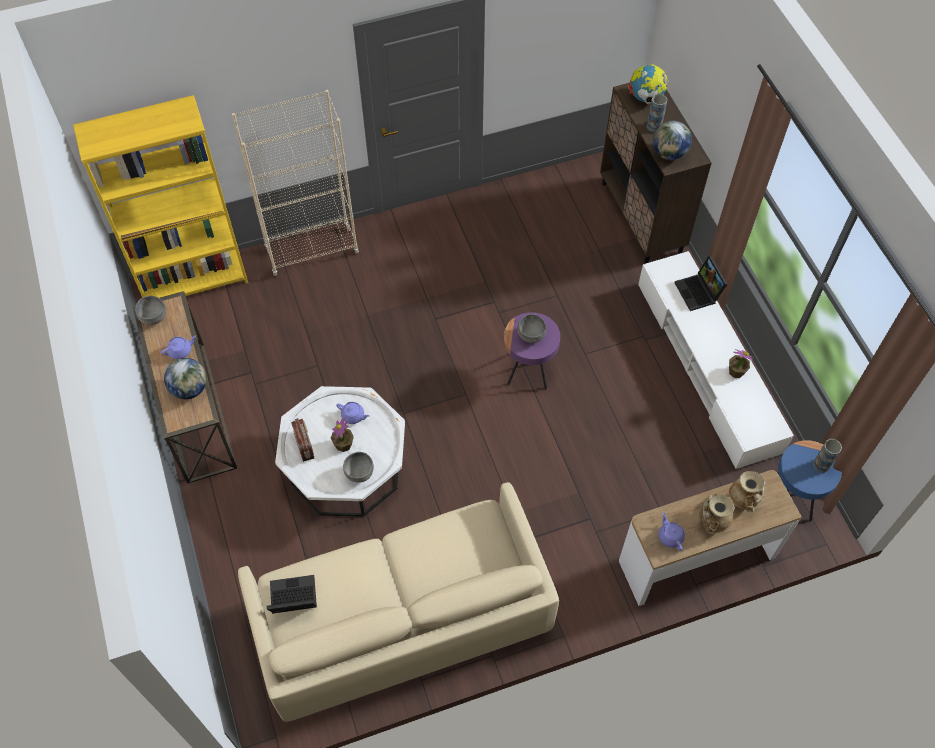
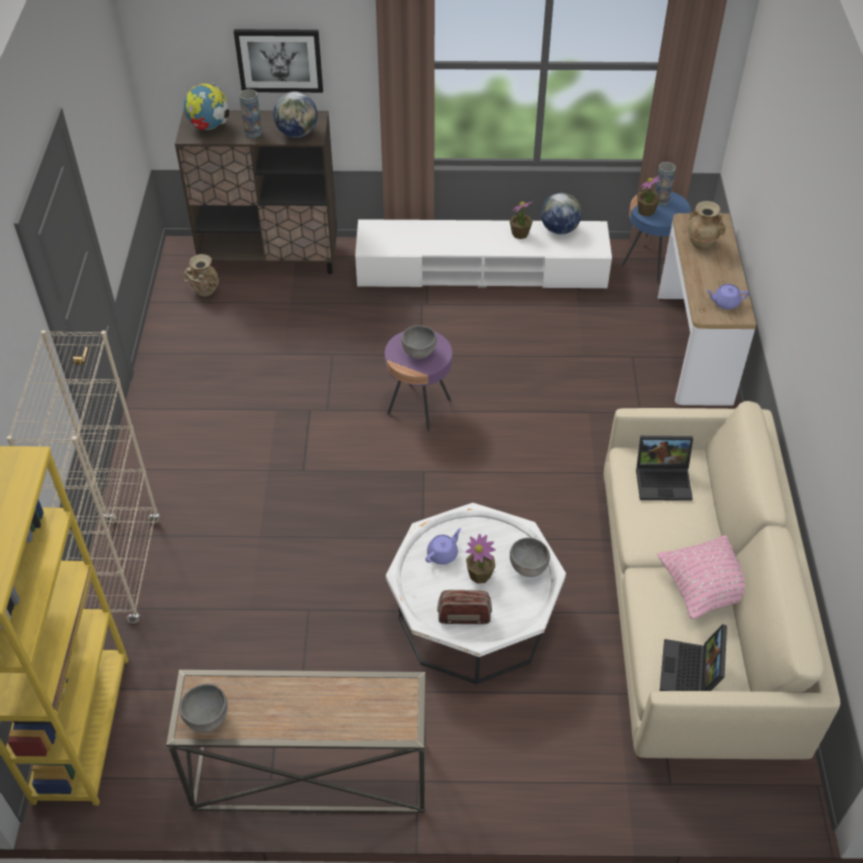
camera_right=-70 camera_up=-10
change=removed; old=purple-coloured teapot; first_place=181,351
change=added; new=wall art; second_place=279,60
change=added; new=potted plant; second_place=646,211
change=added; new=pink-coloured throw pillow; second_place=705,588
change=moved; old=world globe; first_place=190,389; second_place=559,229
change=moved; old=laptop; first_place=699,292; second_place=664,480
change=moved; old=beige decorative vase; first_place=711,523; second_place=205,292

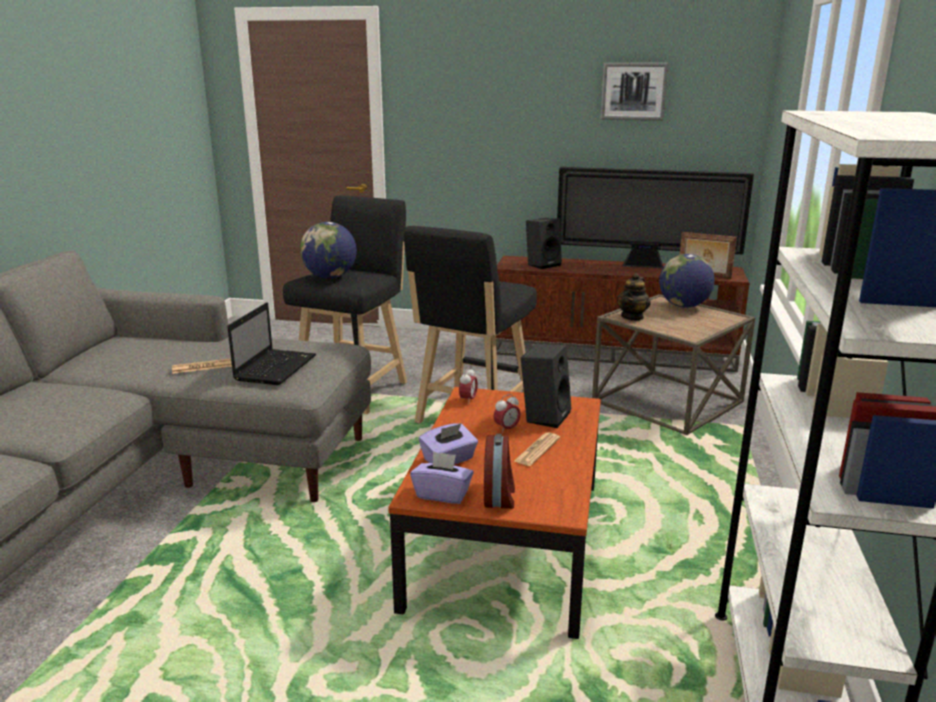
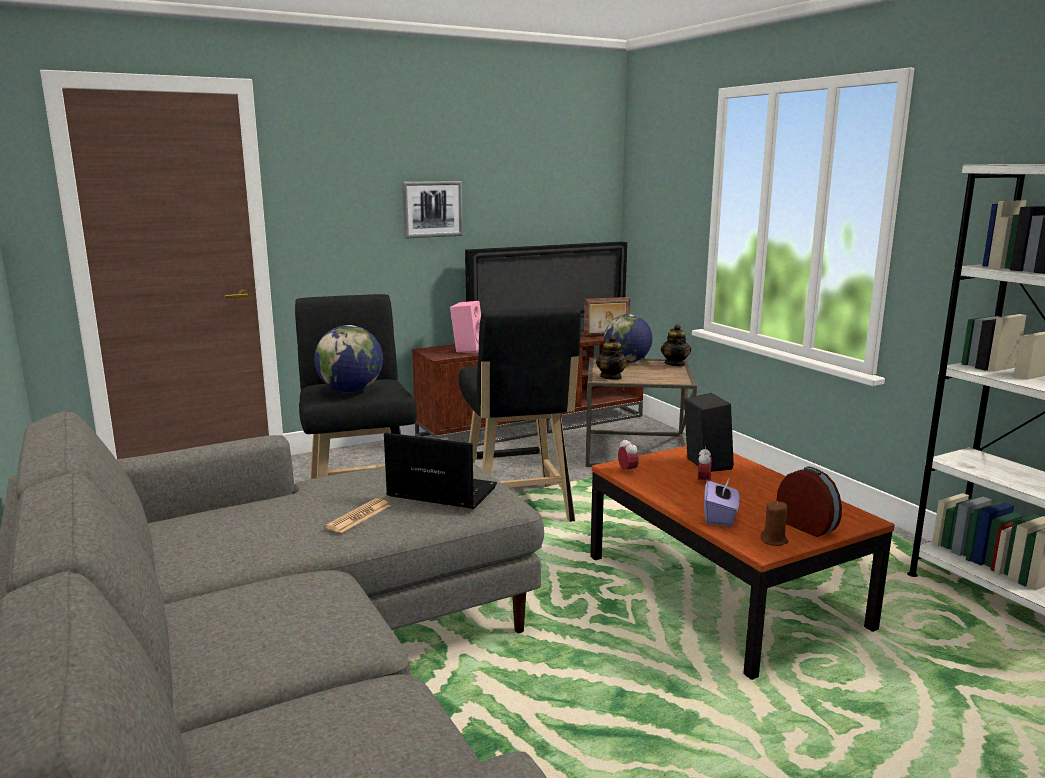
camera_right=-40 camera_up=-5
change=removed; old=printed paper; first_place=537,450
change=added; new=teapot; second_place=675,364
change=moved; old=wall art; first_place=633,91; second_place=432,209
change=replaced; old=purple-coloured tissue box; new=brown candle; first_place=442,494; second_place=774,541
change=recoloured; old=blackish audio speaker; new=pink-coloured audio speaker; first_place=543,264; second_place=467,350
change=turned; old=laptop; first_place=276,367; second_place=439,492; degrees=-45

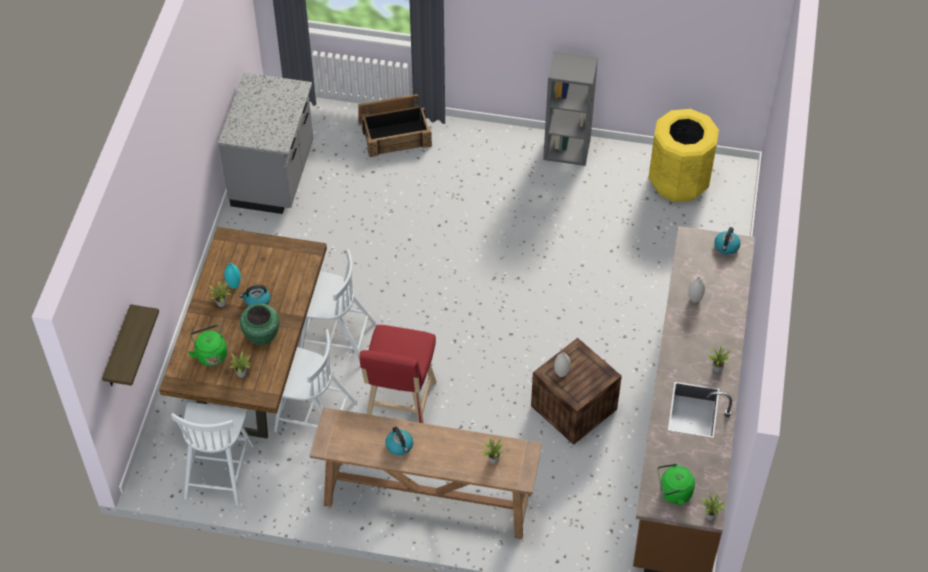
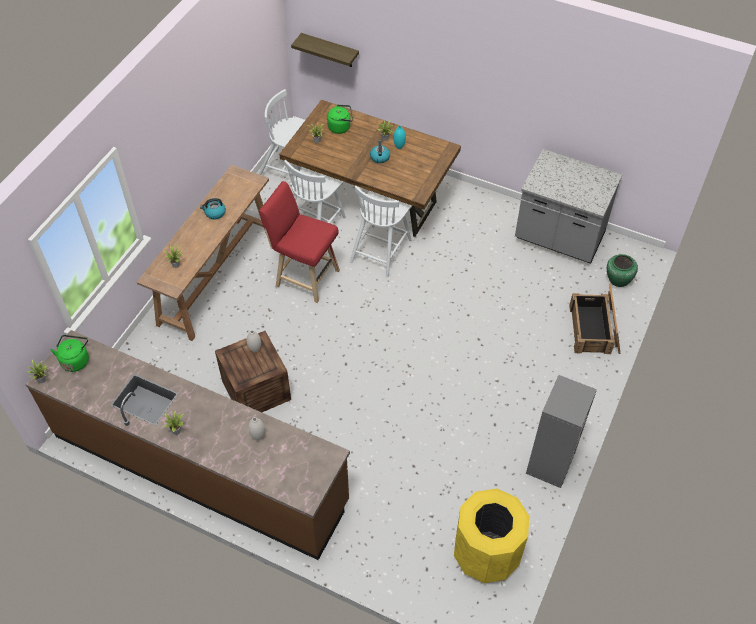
camera_right=105 camera_up=0
change=removed; old=water kettle; first_place=726,247
change=moved; old=green-coloured decorative vase; first_place=261,337; second_place=617,280

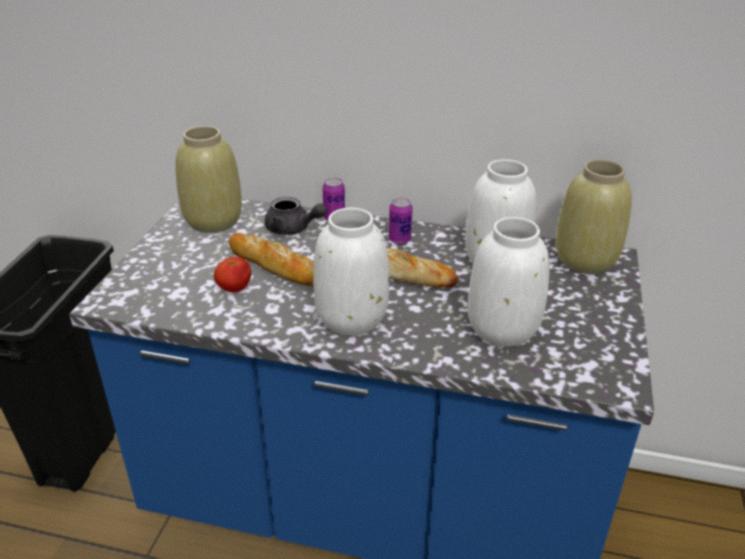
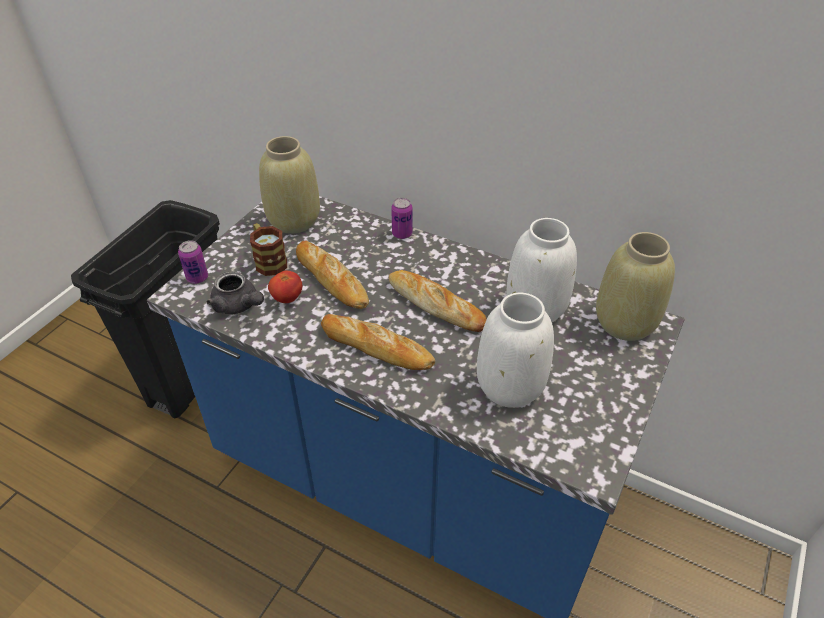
camera_right=15 camera_up=10
change=added; new=tea mug; second_place=268,261
change=moved; old=greyish teapot; first_place=293,229; second_place=238,306
change=moved; old=metal can; first_place=399,239; second_place=197,278
change=replaced; old=whitish decorative vase; new=bakery bread; first_place=351,317; second_place=376,347

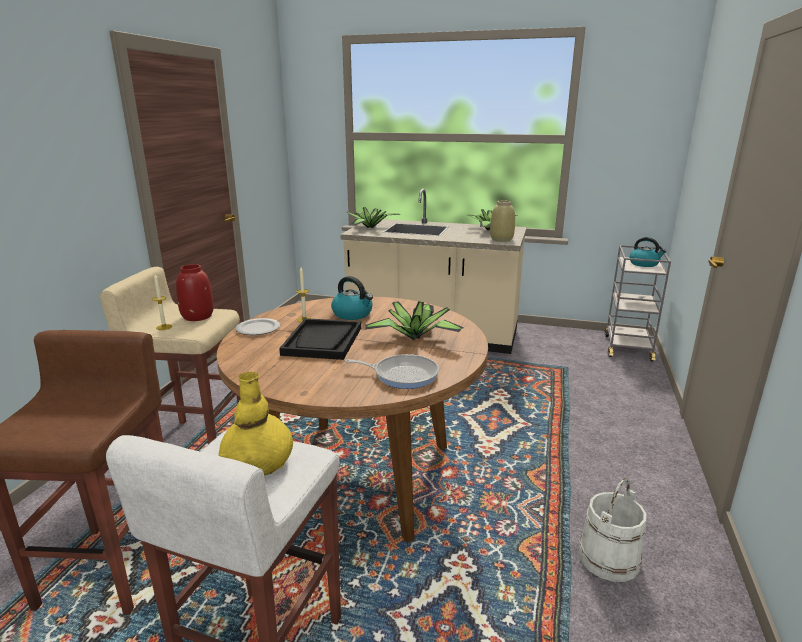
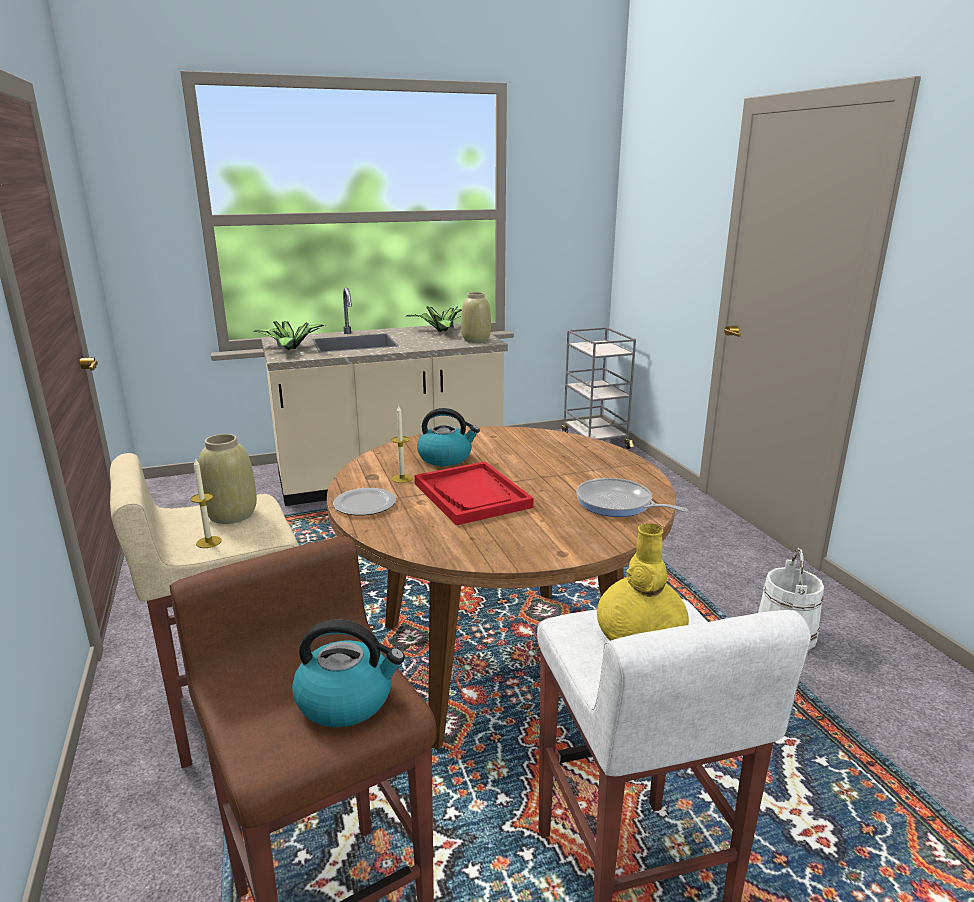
camera_right=-35 camera_up=0
change=removed; old=potted plant; first_place=415,337
change=moved; old=water kettle; first_place=644,264; second_place=347,700
change=recoloured; old=red decorative vase; new=beige decorative vase; first_place=198,316; second_place=232,514
change=recoloured; old=blackish carrying tray; new=red carrying tray; first_place=323,341; second_place=472,495
change=turned; old=frying pan; first_place=402,375; second_place=617,504; degrees=-120

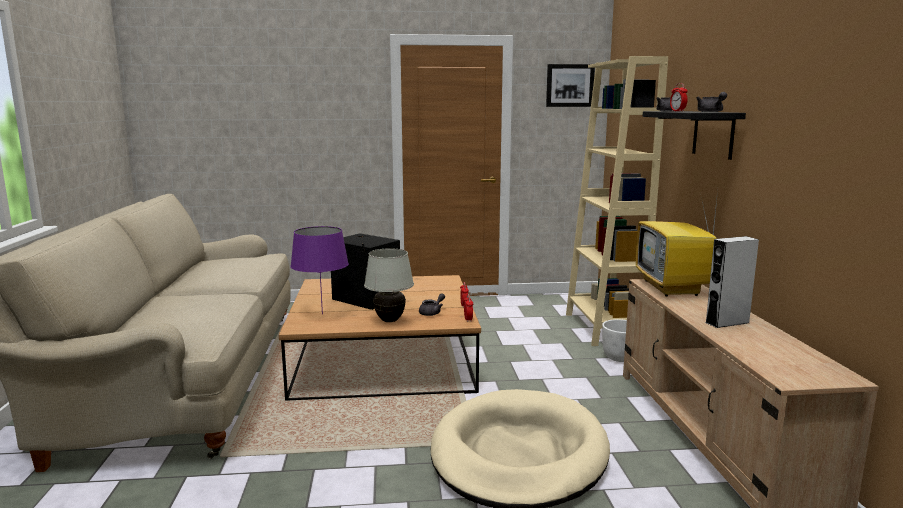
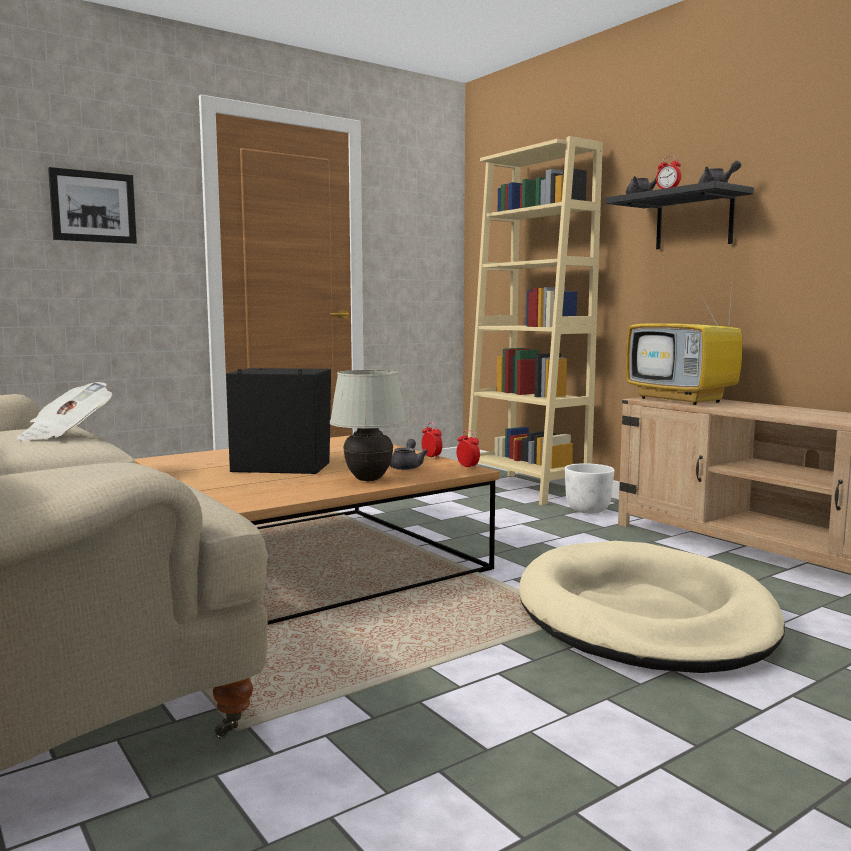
camera_right=-30 camera_up=-5
change=removed; old=purple-coloured lamp for a table; first_place=322,314
change=removed; old=greyish audio speaker; first_place=727,322
change=added; new=printed paper; second_place=66,435
change=moved; old=wall art; first_place=569,85; second_place=93,207

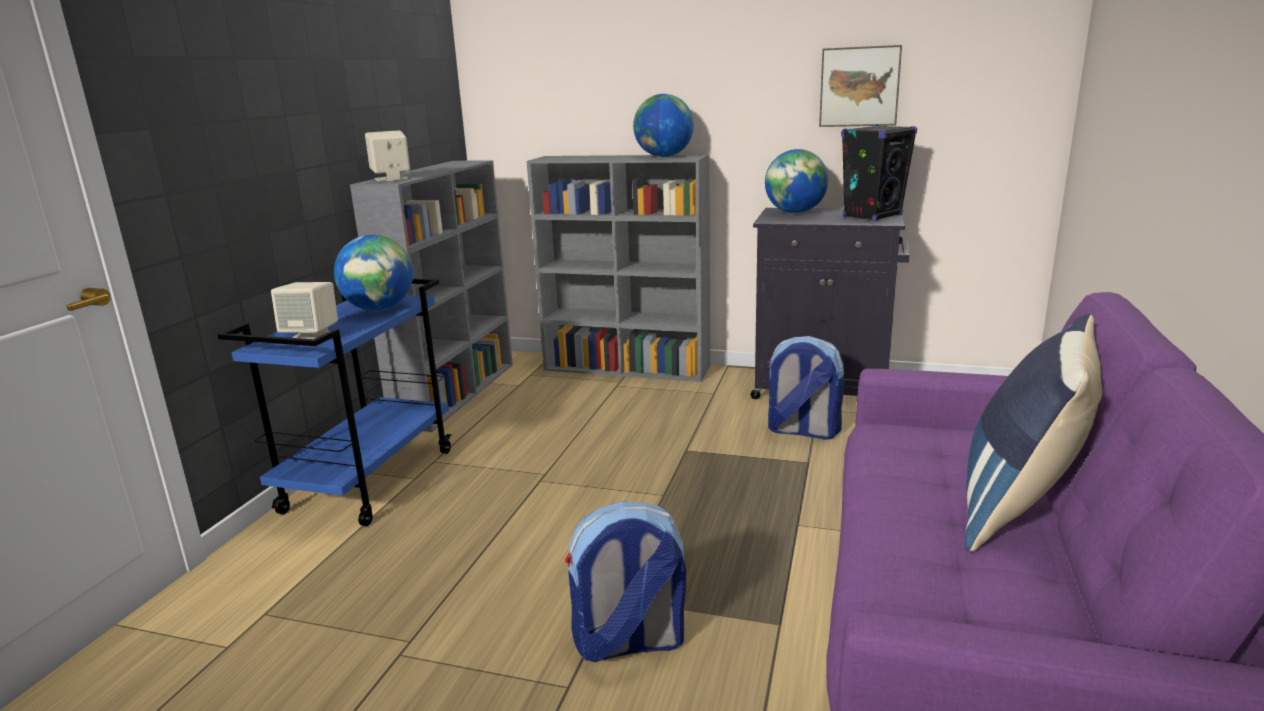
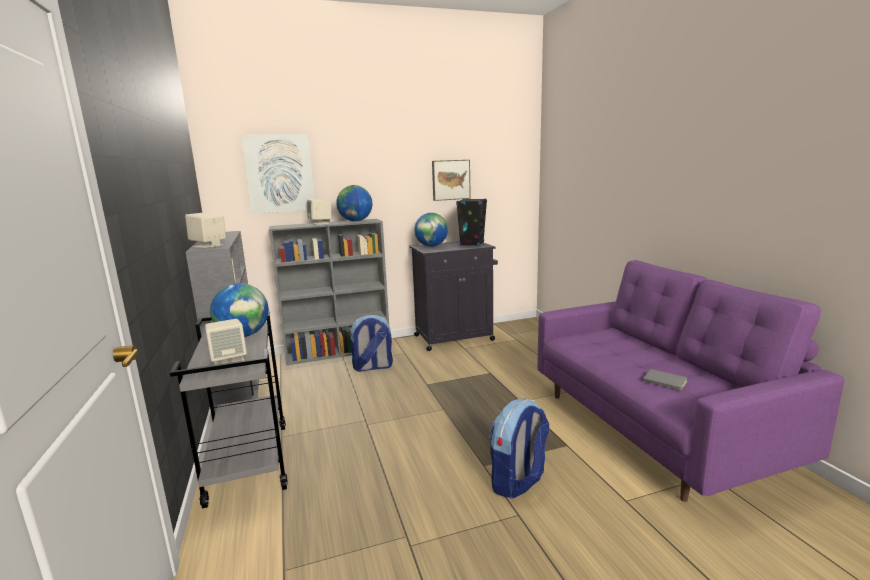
camera_right=-35 camera_up=-5
change=removed; old=blue-coloured throw pillow; first_place=1020,508
change=added; new=wall art; second_place=279,173
change=added; new=beige audio speaker; second_place=321,223
change=added; new=greyish bound book; second_place=664,382
change=moved; old=knapsack; first_place=801,431; second_place=372,367
change=recoloured; old=blue-coloured trolley; new=greyish trolley; first_place=370,479; second_place=248,462

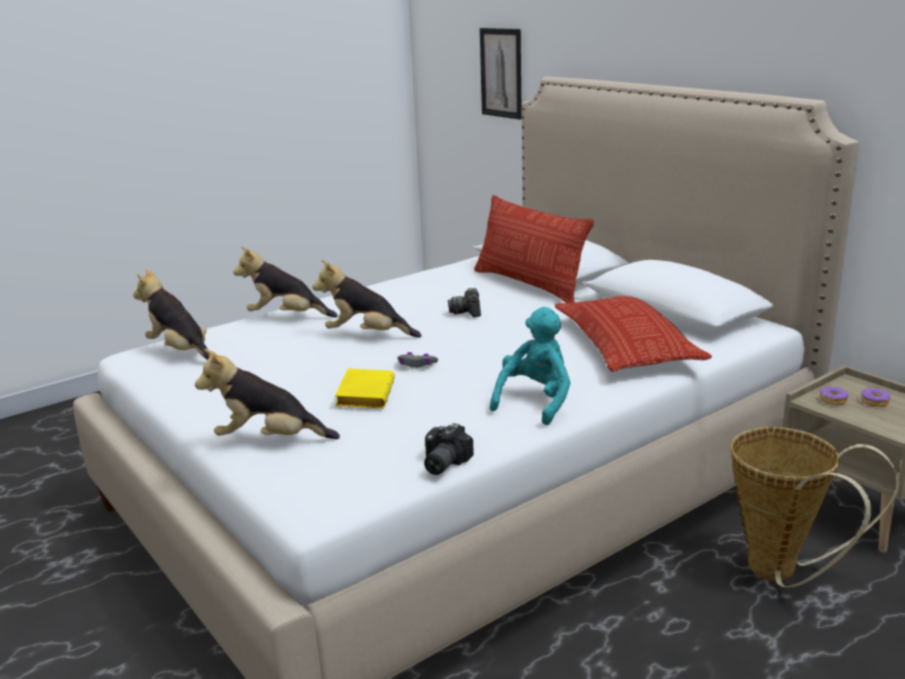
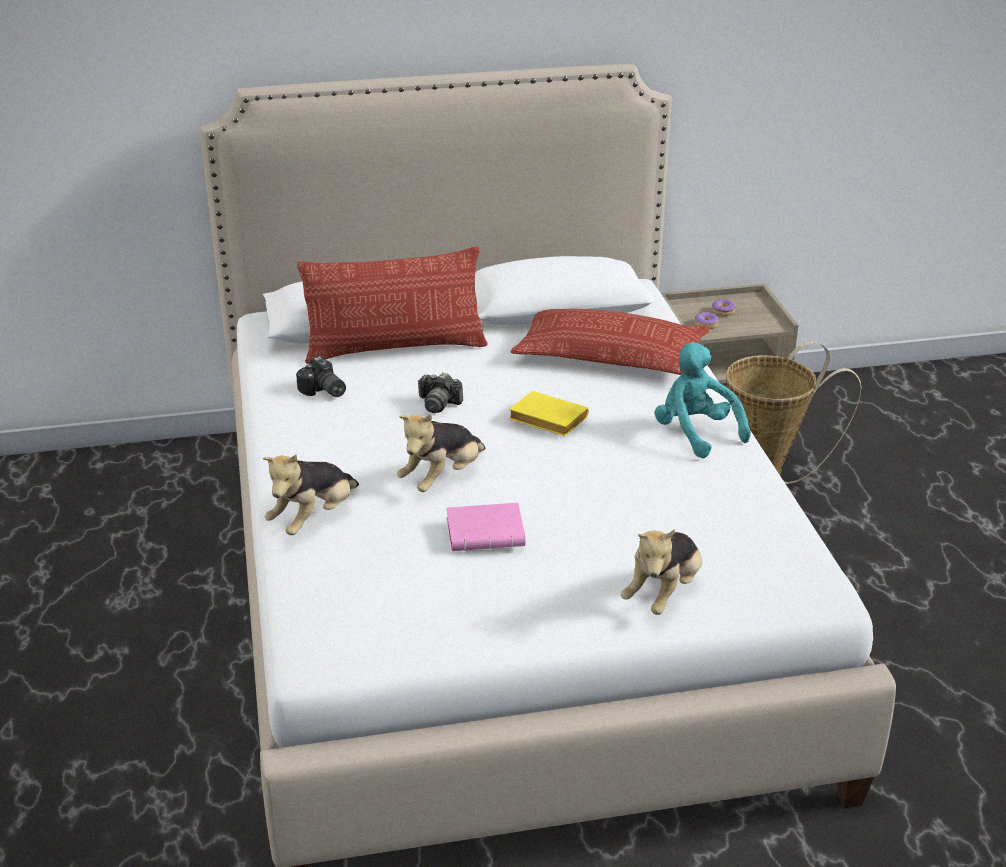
camera_right=-65 camera_up=10
change=removed; old=plush toy; first_place=181,352
change=removed; old=greyish gamepad; first_place=417,365
change=removed; old=wall art; first_place=501,73
change=added; new=pink-coloured bound book; second_place=487,533
change=moved; old=yellow-coloured bound book; first_place=364,394; second_place=545,420
change=moved; old=still camera; first_place=441,463; second_place=323,391

